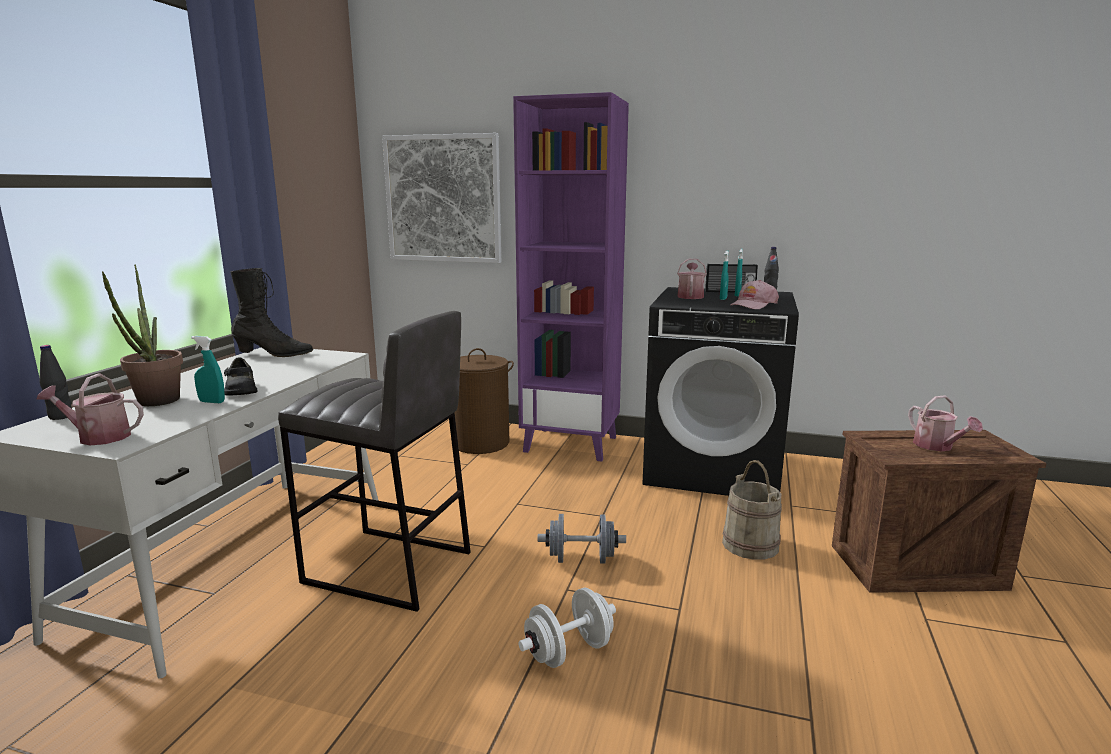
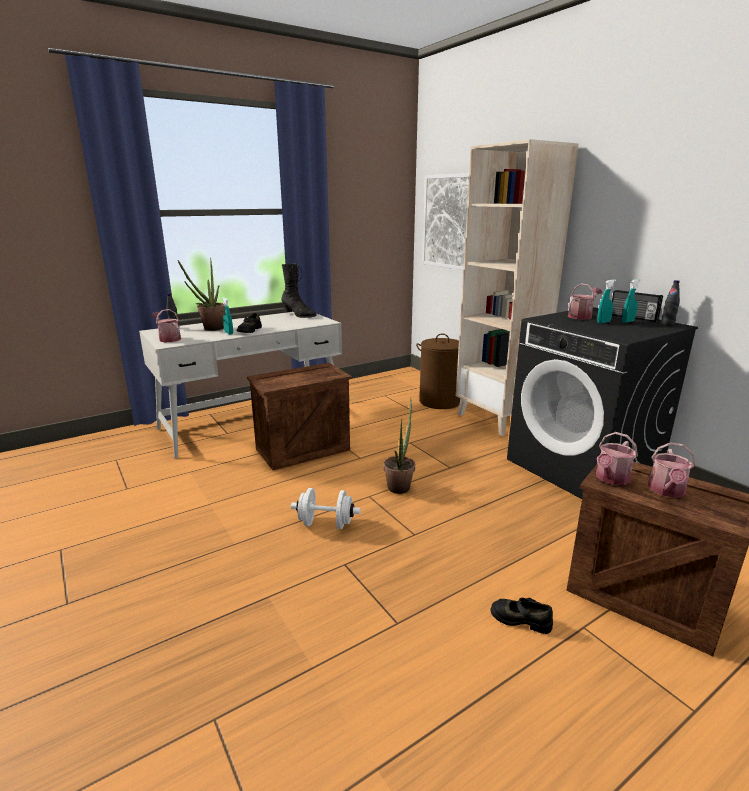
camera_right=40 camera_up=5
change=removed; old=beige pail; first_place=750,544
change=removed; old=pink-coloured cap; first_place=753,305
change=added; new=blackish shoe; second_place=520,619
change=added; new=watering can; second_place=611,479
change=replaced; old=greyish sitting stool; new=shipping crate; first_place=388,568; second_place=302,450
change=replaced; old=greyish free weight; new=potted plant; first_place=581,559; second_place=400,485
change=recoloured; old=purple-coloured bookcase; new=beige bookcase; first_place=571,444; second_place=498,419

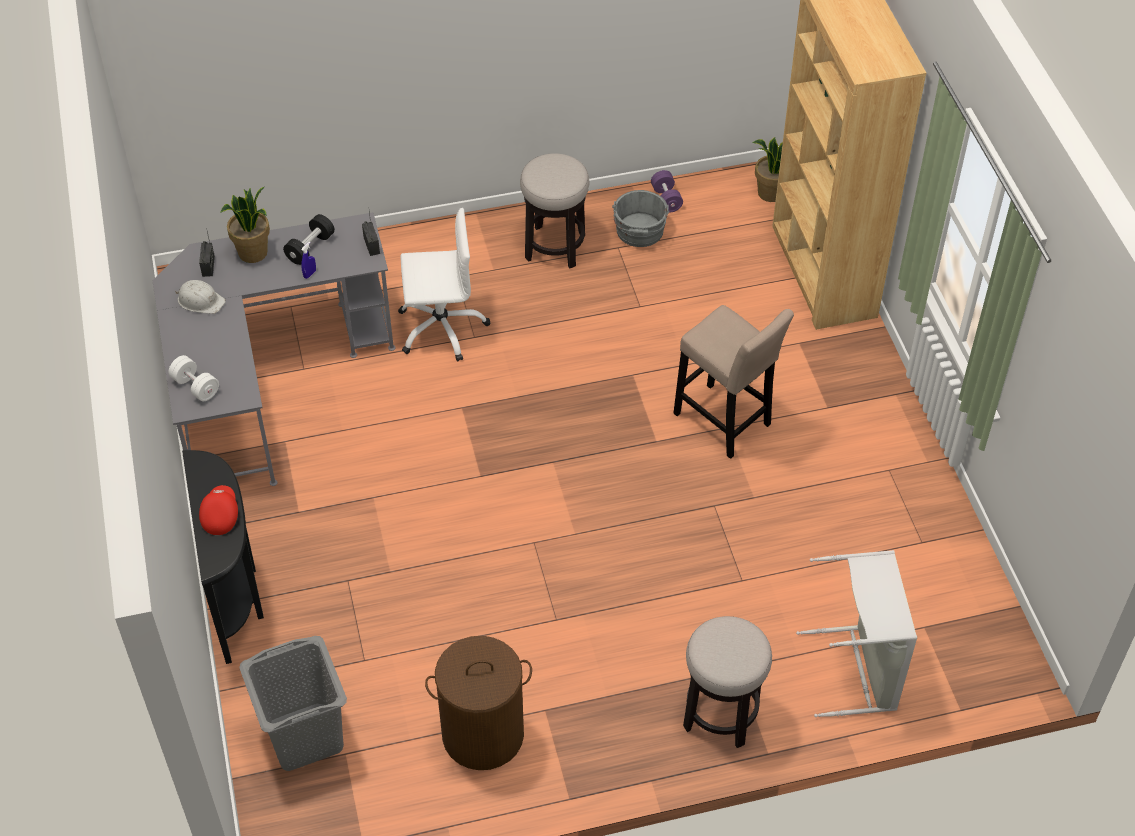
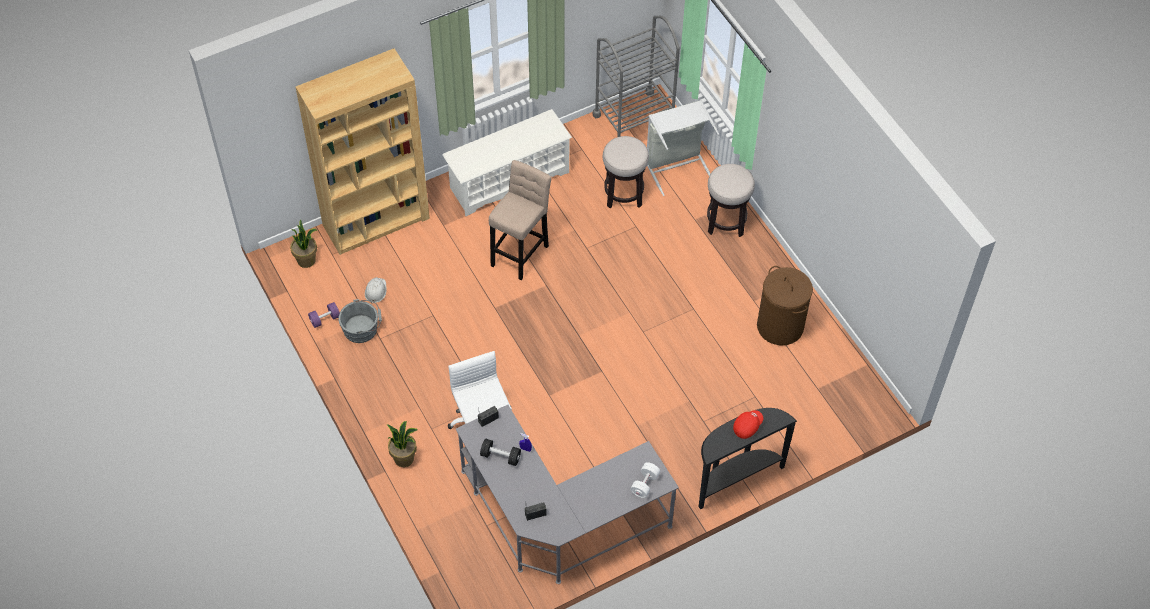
camera_right=-105 camera_up=5
change=removed; old=greyish washing basket; first_place=305,736
change=added; new=whitish shoe rack; second_place=509,180
change=added; new=greyish trolley; second_place=634,119
change=moved; old=whitish safety helmet; first_place=200,300; second_place=375,291
change=moved; old=potted plant; first_place=253,253; second_place=404,458
change=moved; old=sitting stool; first_place=555,247; second_place=623,194
change=turned; old=red cap; first_place=220,515; second_place=747,426; degrees=150

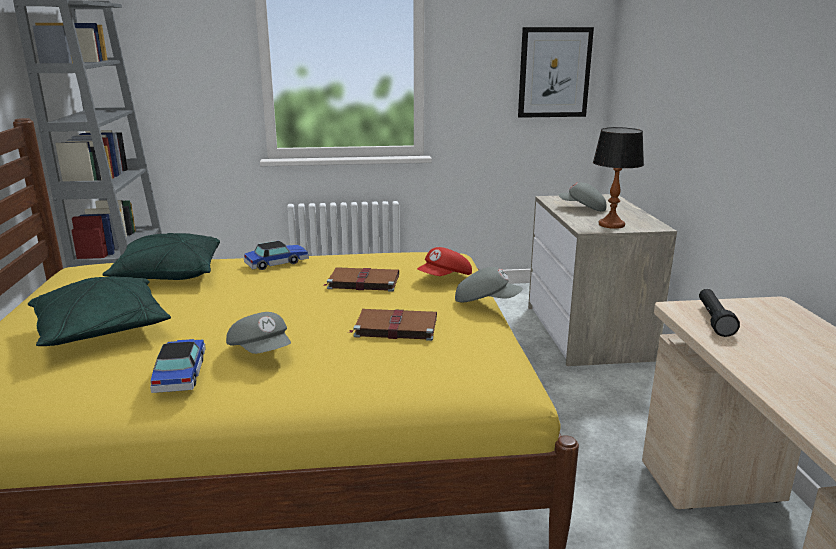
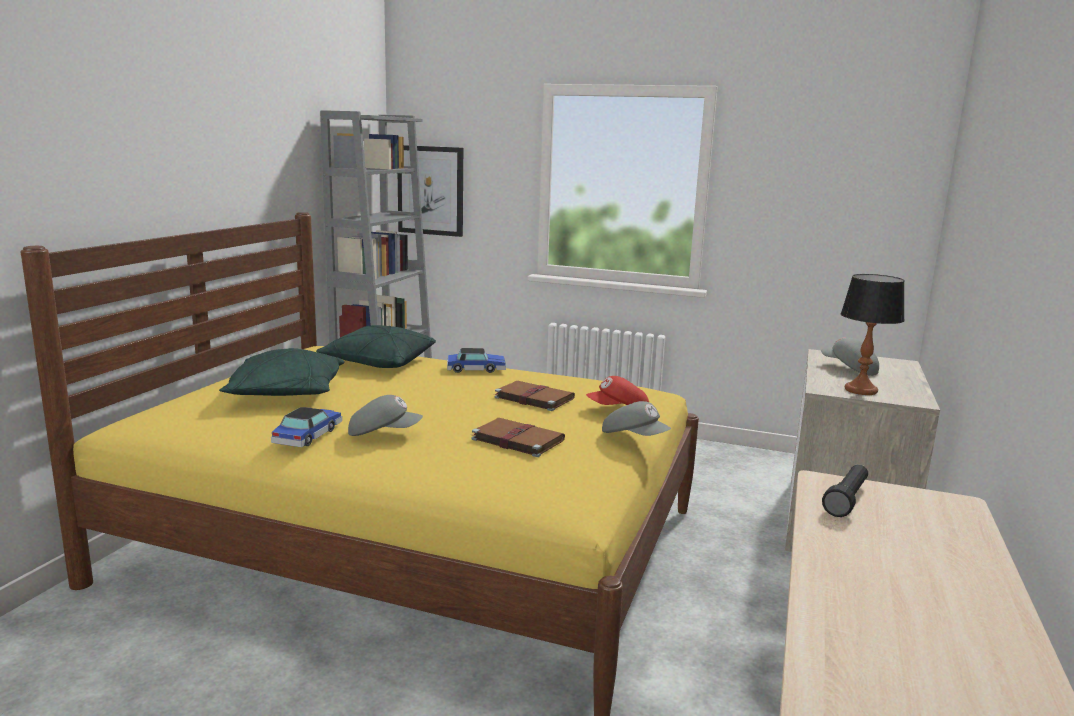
camera_right=25 camera_up=-5
change=moved; old=wall art; first_place=554,72; second_place=431,190
change=turned; old=greyish cap; first_place=262,351; second_place=384,433; degrees=-75

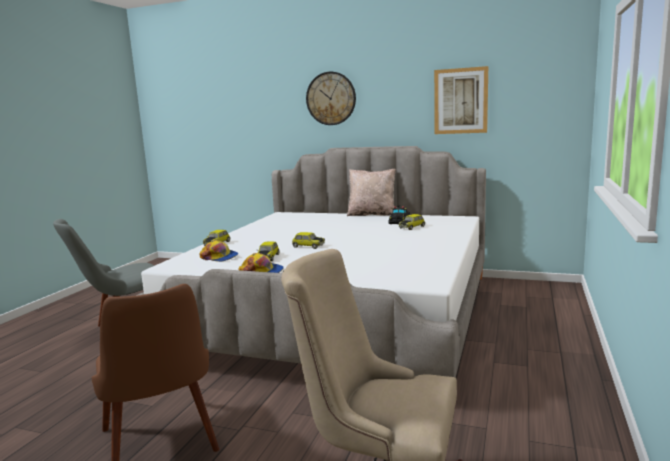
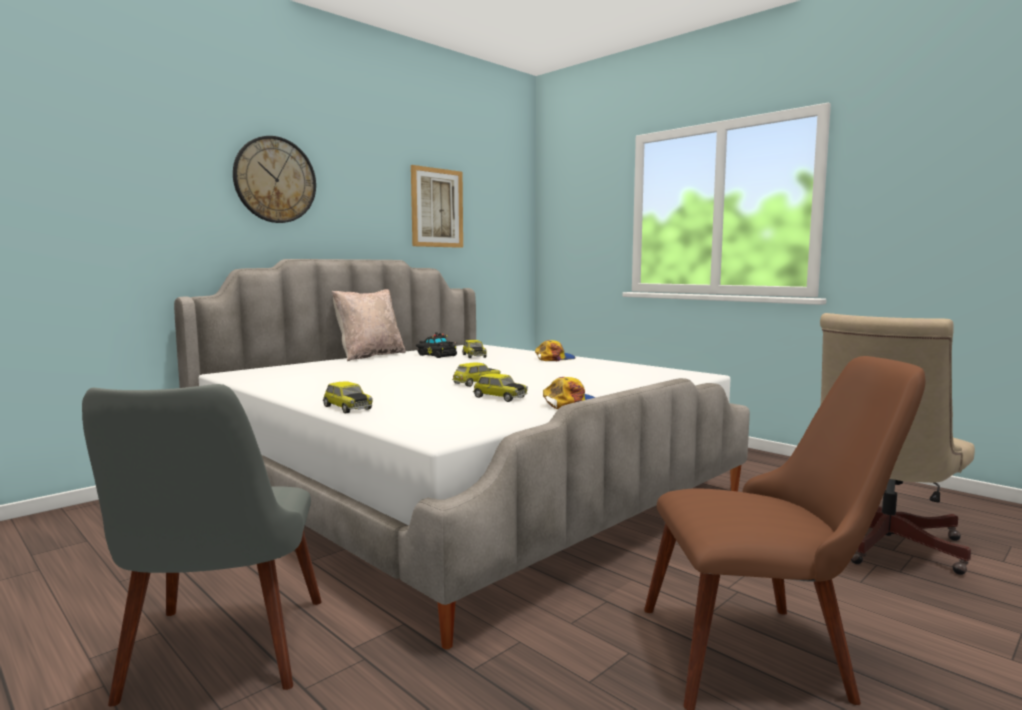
camera_right=-65 camera_up=-5
change=moved; old=cap; first_place=219,257; second_place=554,359

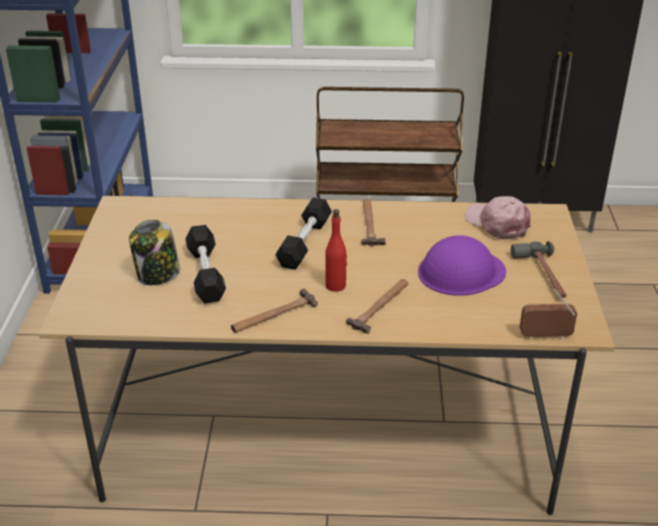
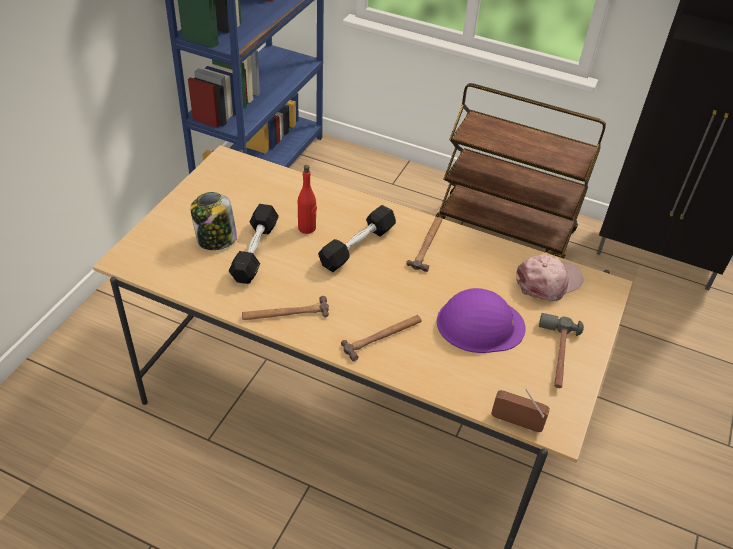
camera_right=20 camera_up=10
change=moved; old=red beverage bottle; first_place=336,286; second_place=307,228
change=turned; old=pink-coloured cap; first_place=497,223; second_place=548,282; degrees=75

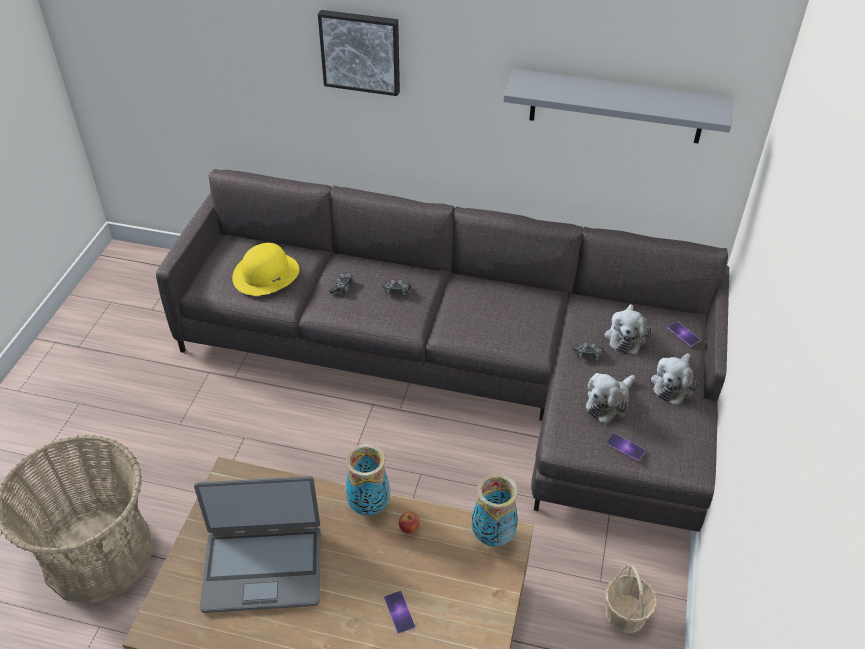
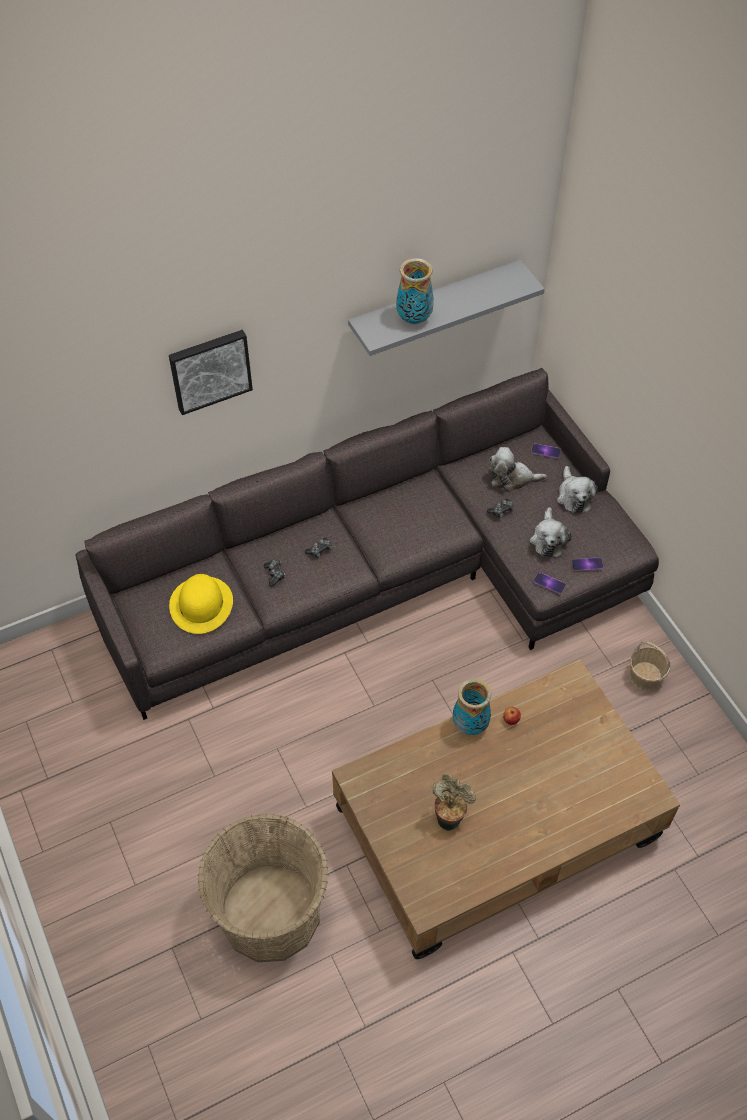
camera_right=-40 camera_up=10
change=moved; old=telephone; first_place=399,612; second_place=549,583
change=moved; old=decorative vase; first_place=493,536; second_place=414,318
change=replaced; old=laptop; new=potted plant; first_place=263,568; second_place=449,817
change=turned; old=plush toy; first_place=625,336; second_place=512,478; degrees=120

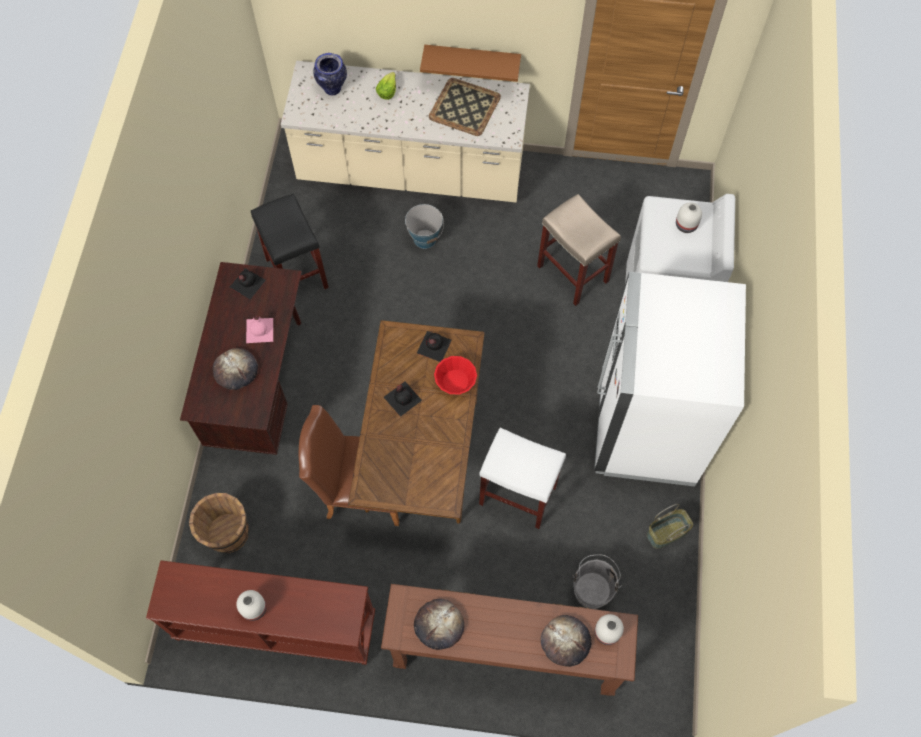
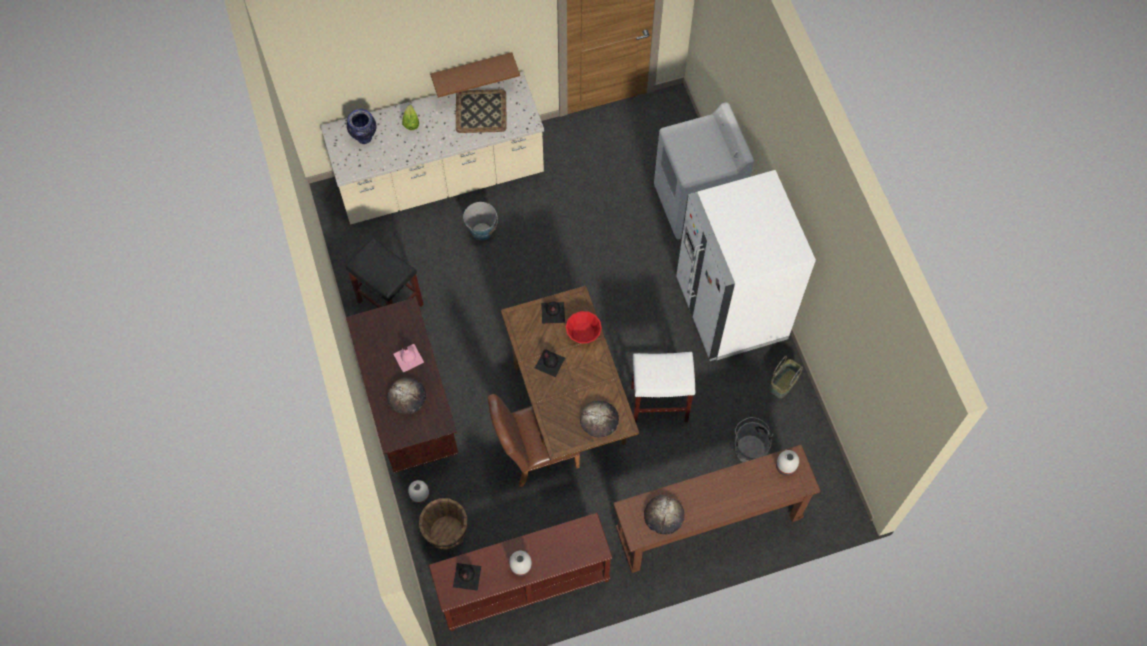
camera_right=-25 camera_up=0
change=removed; old=beige sitting stool; first_place=573,274
change=moved; old=blackish beverage bottle; first_place=247,283; second_place=466,577
change=moved; old=bakery bread; first_place=566,641; second_place=599,419
change=moved; old=whitish decorative vase; first_place=685,225; second_place=419,496

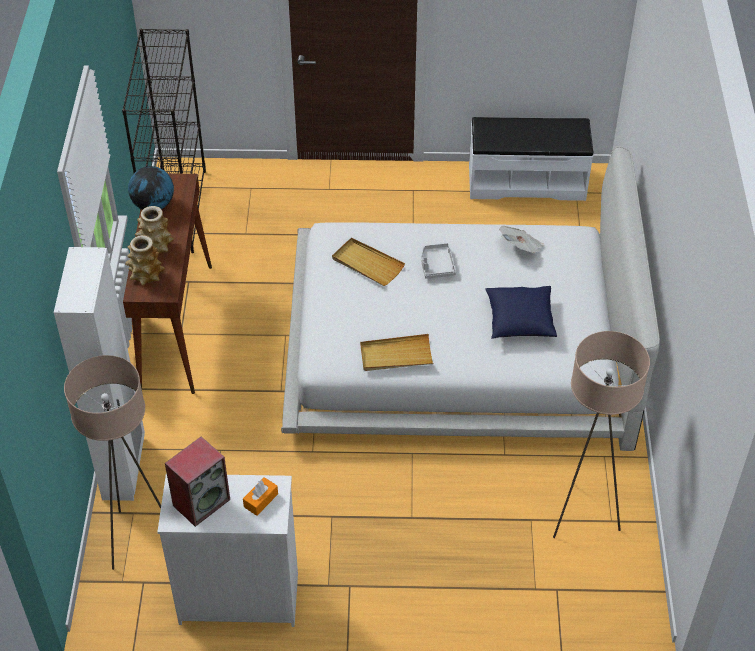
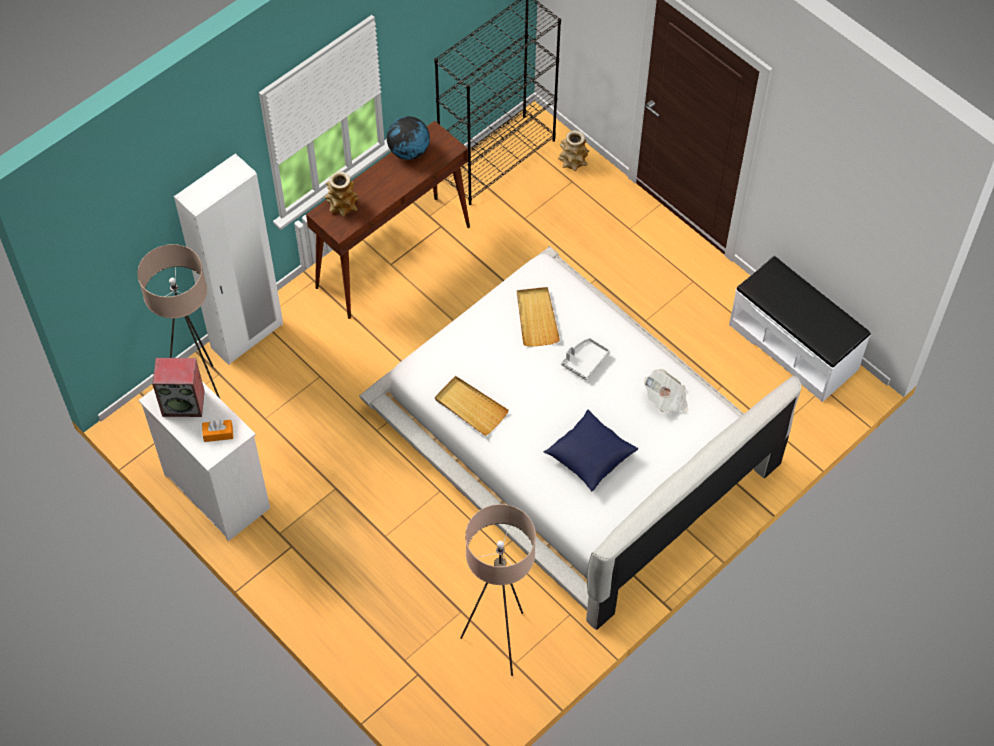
camera_right=45 camera_up=10
change=moved; old=decorative vase; first_place=156,246; second_place=573,161

